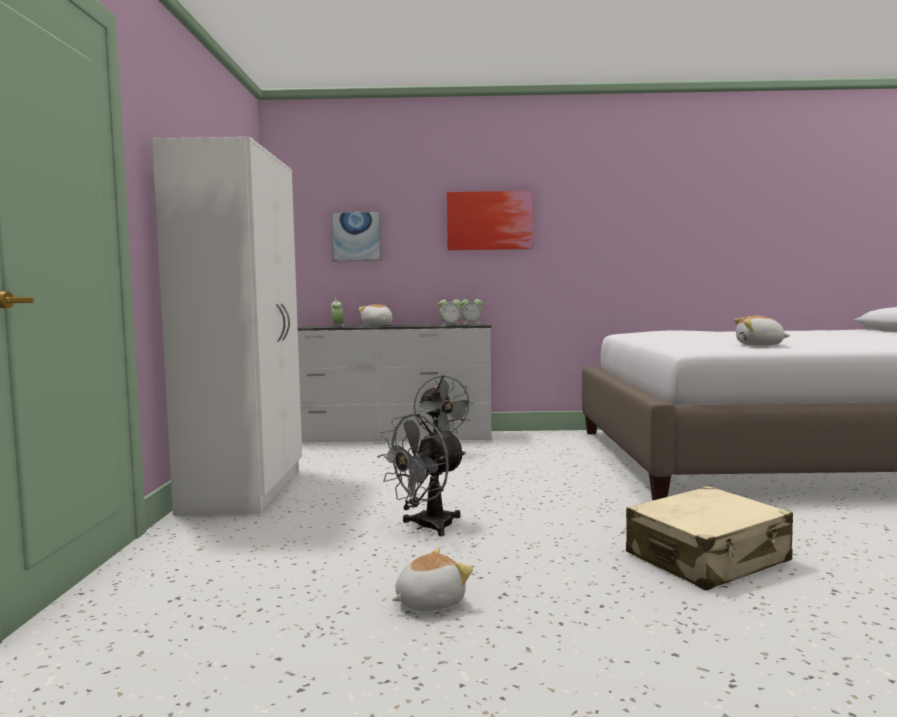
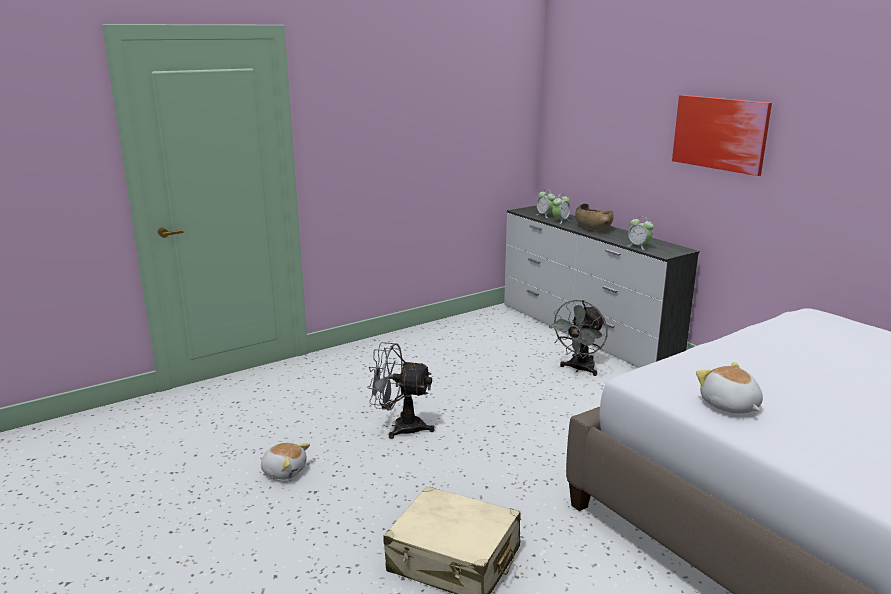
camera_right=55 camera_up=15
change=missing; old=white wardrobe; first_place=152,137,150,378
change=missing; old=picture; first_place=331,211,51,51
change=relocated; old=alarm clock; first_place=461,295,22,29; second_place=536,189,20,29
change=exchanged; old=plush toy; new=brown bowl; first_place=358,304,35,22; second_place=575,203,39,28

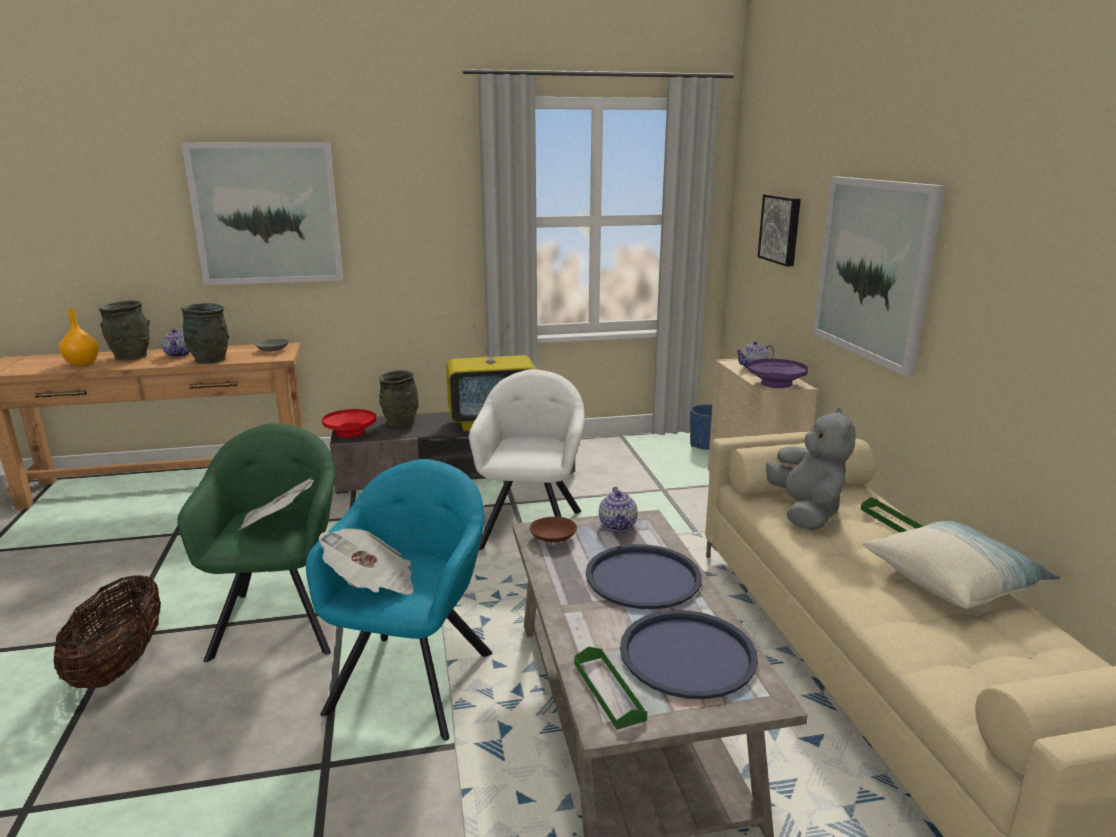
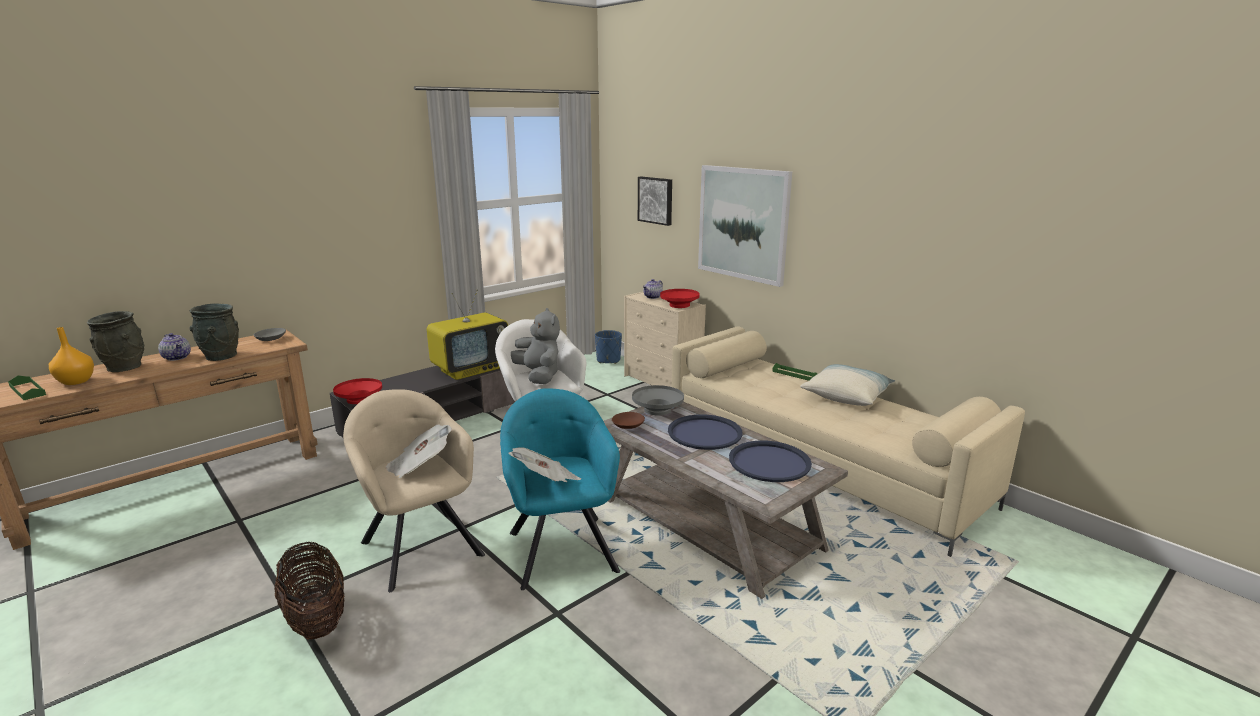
camera_right=-30 camera_up=0
change=missing; old=picture; first_place=181,142,162,143
change=colour; old=purple bowl; new=red bowl; first_place=748,359,60,29; second_place=660,289,40,19
change=missing; old=grey vase; first_place=379,370,40,57
change=relocated; old=grey plush toy; first_place=766,408,90,123; second_place=511,308,49,76
change=colour; old=green armchair; new=beige armchair; first_place=178,423,157,239; second_place=343,389,142,203
change=exchanged; old=teapot; new=grey bowl; first_place=599,487,39,44; second_place=632,385,52,31
change=relocated; old=green tray; first_place=574,647,73,83; second_place=8,376,38,24

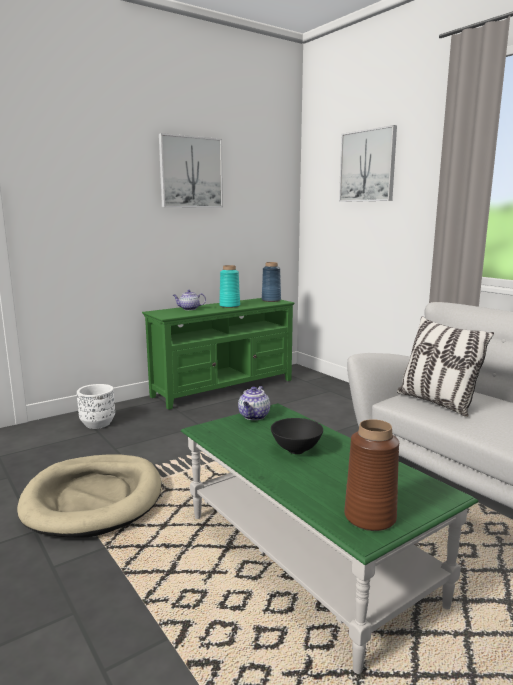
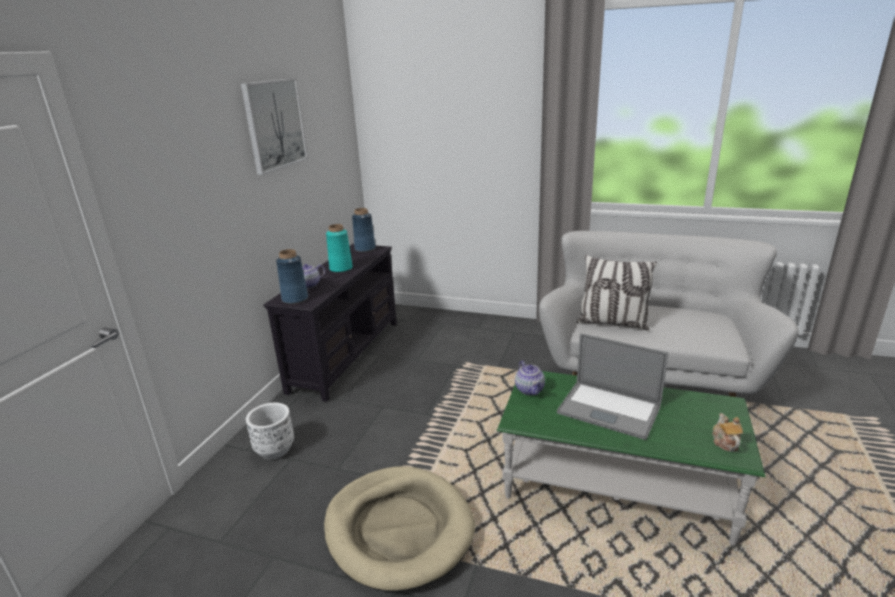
camera_right=-35 camera_up=10
change=missing; old=picture; first_place=339,125,58,77
change=colour; old=green tv stand; new=black tv stand; first_place=142,298,153,112; second_place=264,244,133,158
change=exchanged; old=black bowl; new=laptop; first_place=271,418,52,36; second_place=557,333,111,107
change=exchanged; old=brown vase; new=teapot; first_place=344,419,55,112; second_place=712,413,31,39
change=appeared; new=blue vase; second_place=276,249,32,55

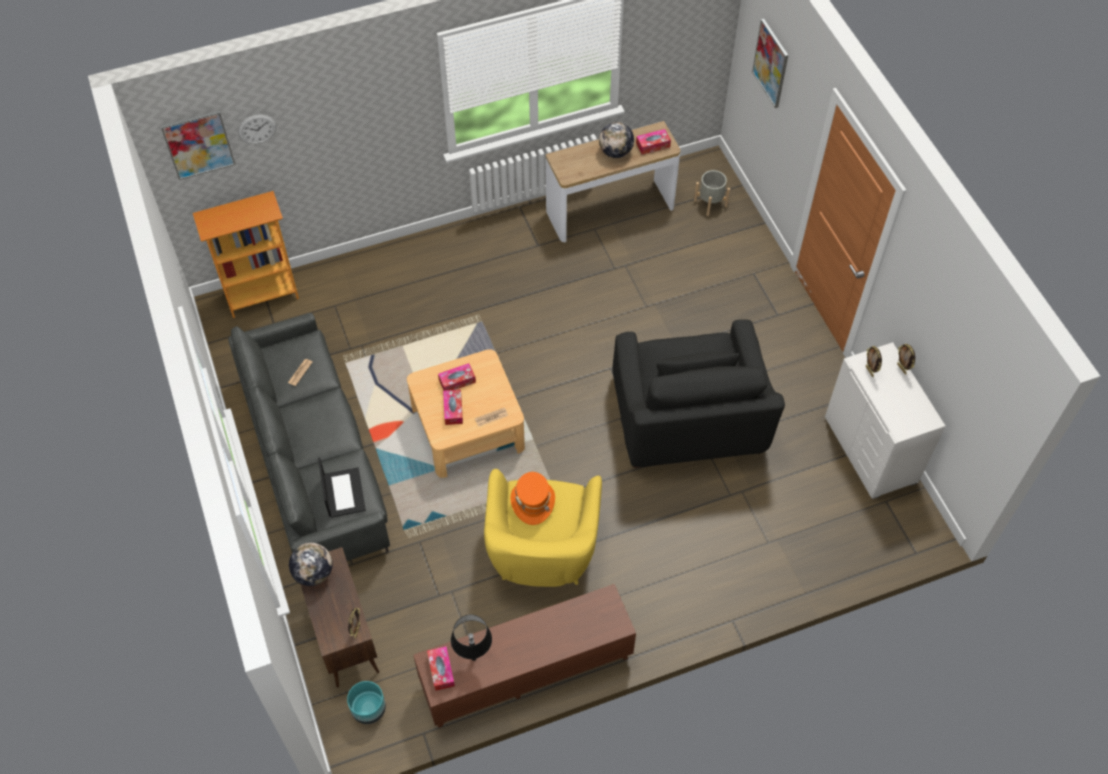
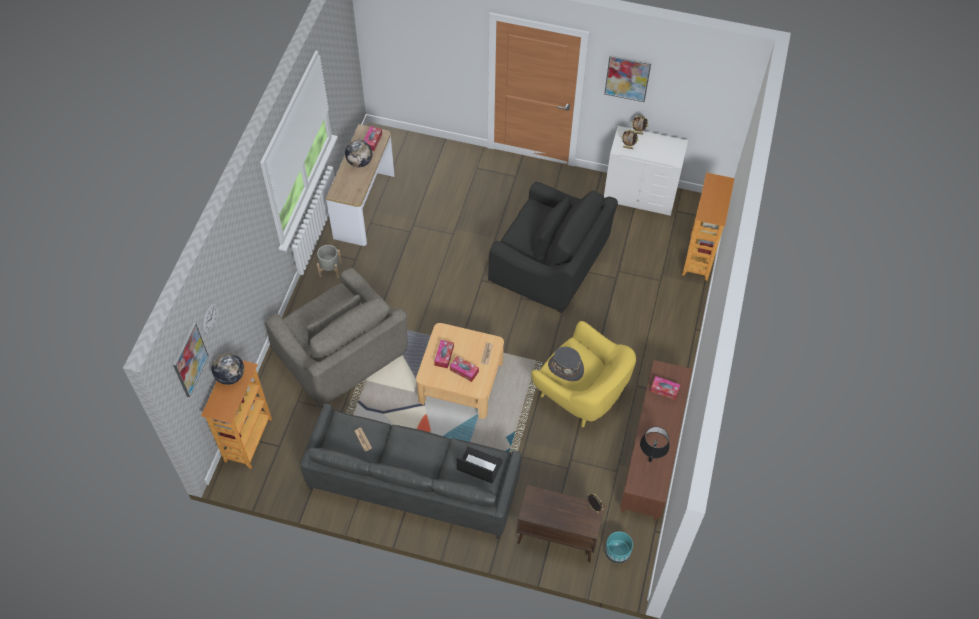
camera_right=-55 camera_up=0
change=relocated; old=picture; first_place=752,19,36,89; second_place=604,55,47,47
change=relocated; old=grey planter; first_place=694,170,36,46; second_place=317,245,25,33
change=colour; old=orange hat; new=grey hat; first_place=510,472,45,53; second_place=548,347,36,35
change=relocated; old=globe; first_place=289,543,44,43; second_place=212,353,32,32
change=relocated; old=tissue box; first_place=427,646,28,45; second_place=650,376,30,24
change=appeared; new=bookcase; second_place=682,172,53,109
change=appeared; new=grey armchair; second_place=265,268,143,139

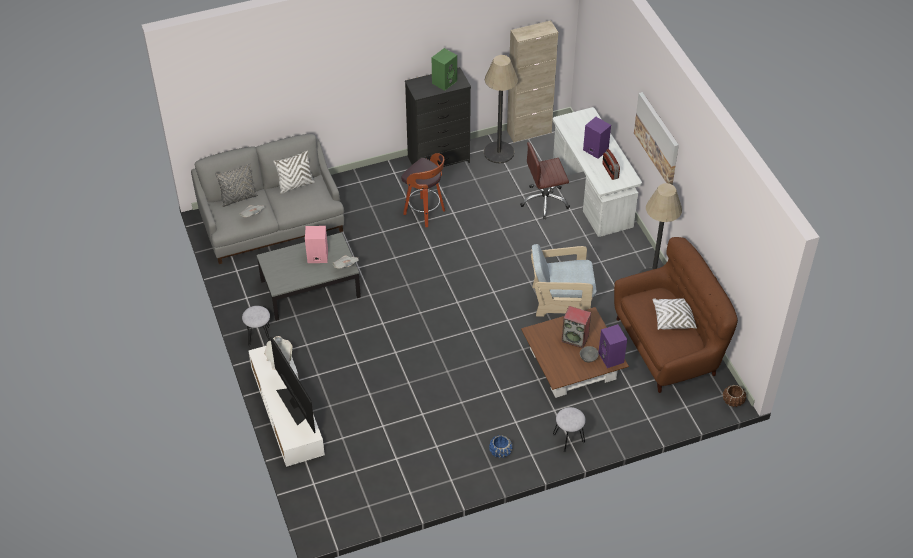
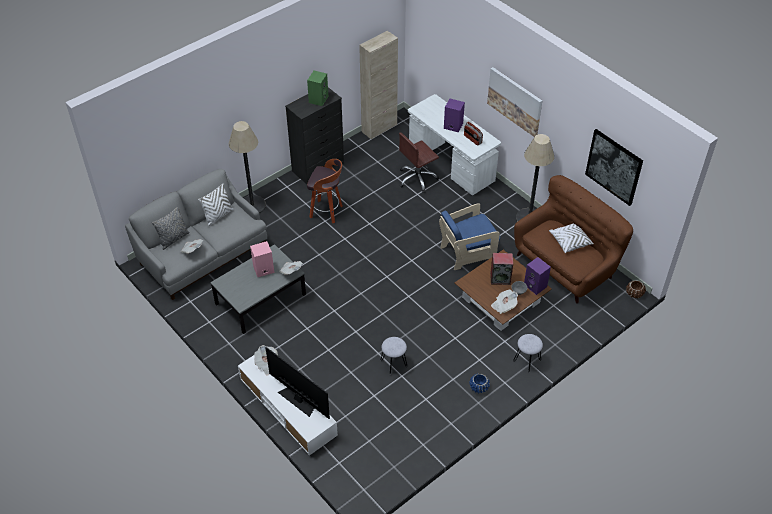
camera_right=-20 camera_up=0
change=relocated; old=floor lamp; first_place=484,55,34,108; second_place=229,121,37,93
change=colour; old=beige armchair; new=blue armchair; first_place=531,244,66,73; second_place=439,203,61,67
change=relocated; old=grey stool; first_place=242,306,28,41; second_place=381,337,26,38
change=appeared; new=picture; second_place=585,129,58,77
change=appeared; new=newspaper; second_place=491,289,27,25

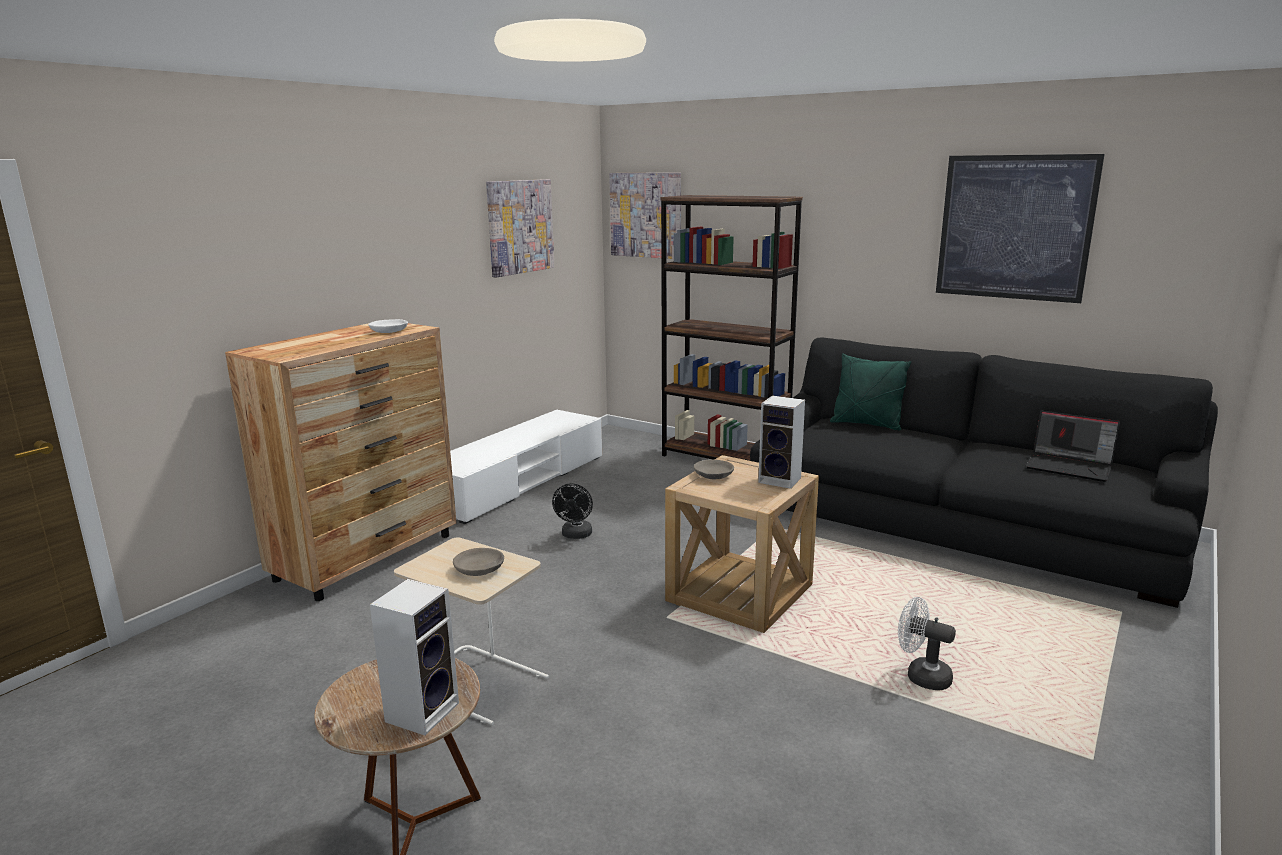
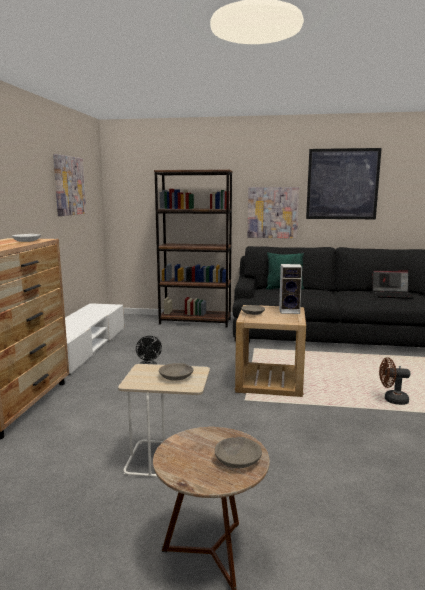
camera_right=-25 camera_up=-5
change=relocated; old=picture; first_place=609,173,72,86; second_place=248,187,51,51
change=exchanged; old=speaker; new=grey bowl; first_place=370,579,89,157; second_place=215,437,47,31
change=colour; old=white fan; new=brown fan; first_place=898,597,58,93; second_place=379,357,31,48

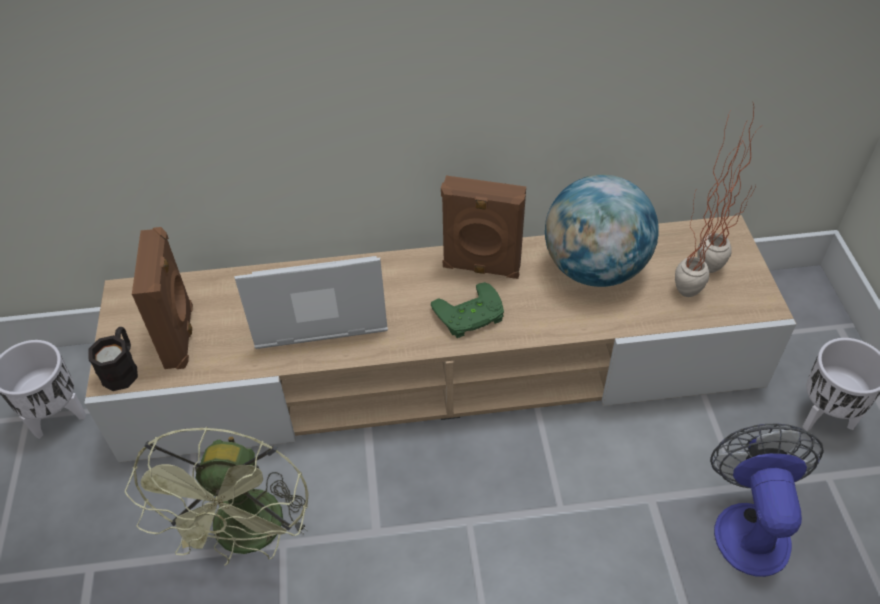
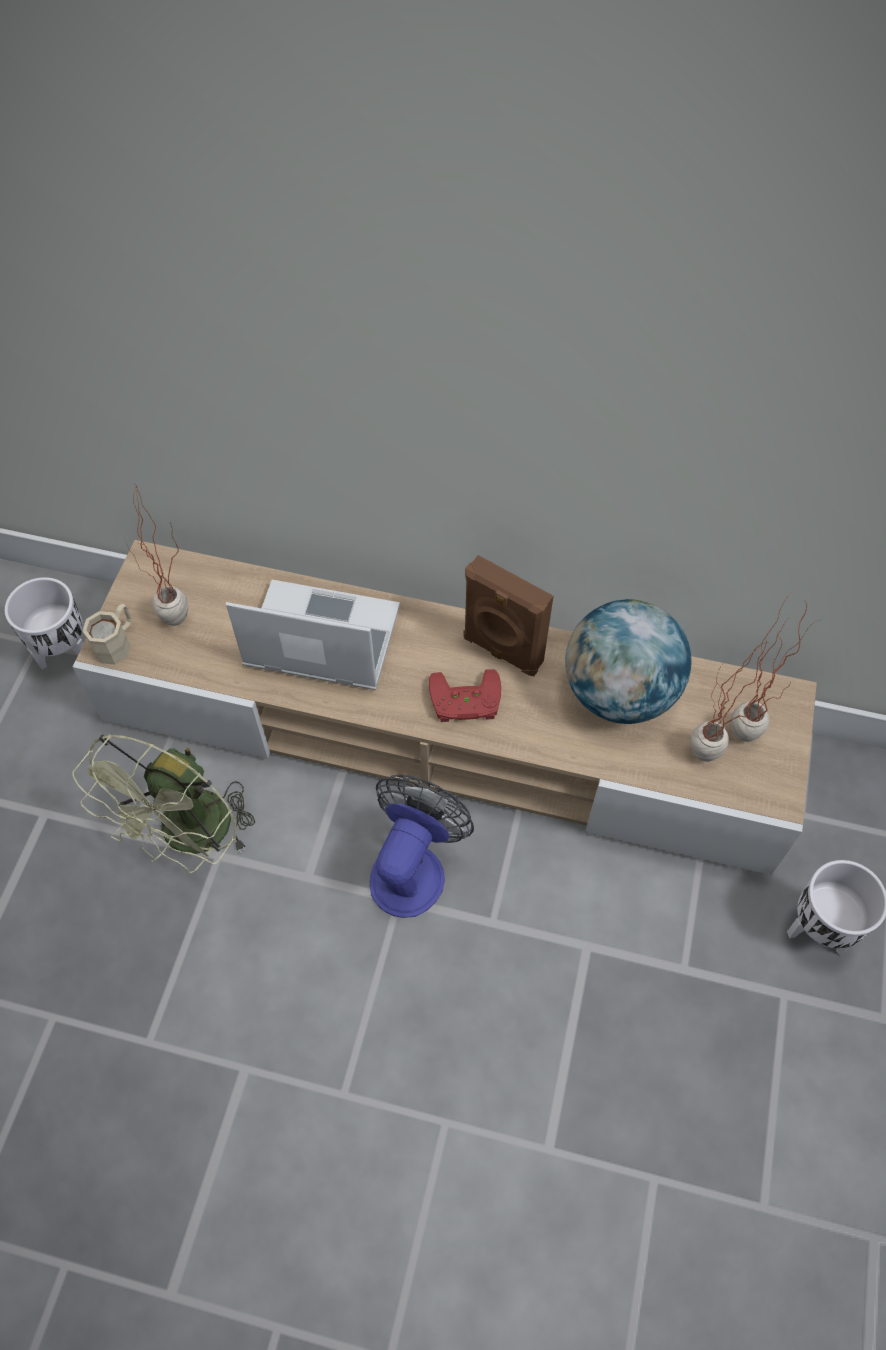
camera_right=20 camera_up=10
change=exchanged; old=brown speaker; new=potted plant; first_place=132,227,61,142; second_place=124,484,64,142
change=colour; old=green game controller; new=red game controller; first_place=431,282,73,56; second_place=429,669,72,53
change=colour; old=black mug; new=beige mug; first_place=88,327,50,64; second_place=82,604,49,61
change=relocated; old=fan; first_place=710,424,114,153; second_place=370,774,104,144

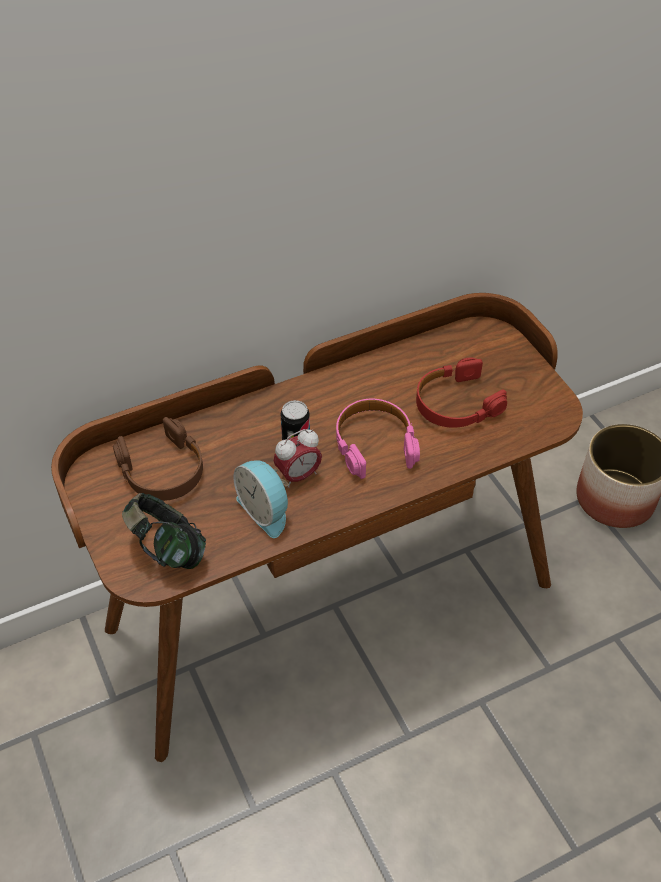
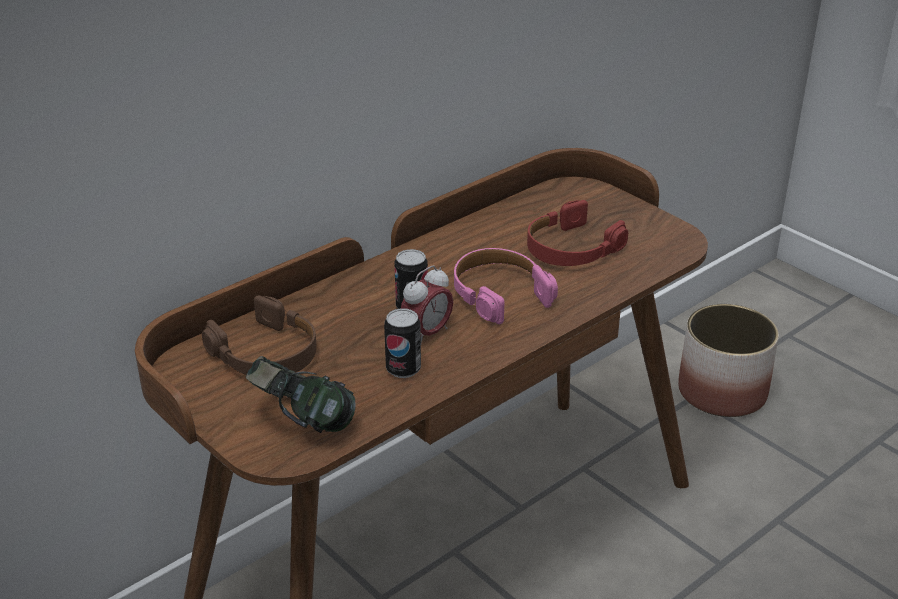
camera_right=-15 camera_up=-15
change=exchanged; old=alarm clock; new=can; first_place=233,461,56,77; second_place=384,308,37,70

